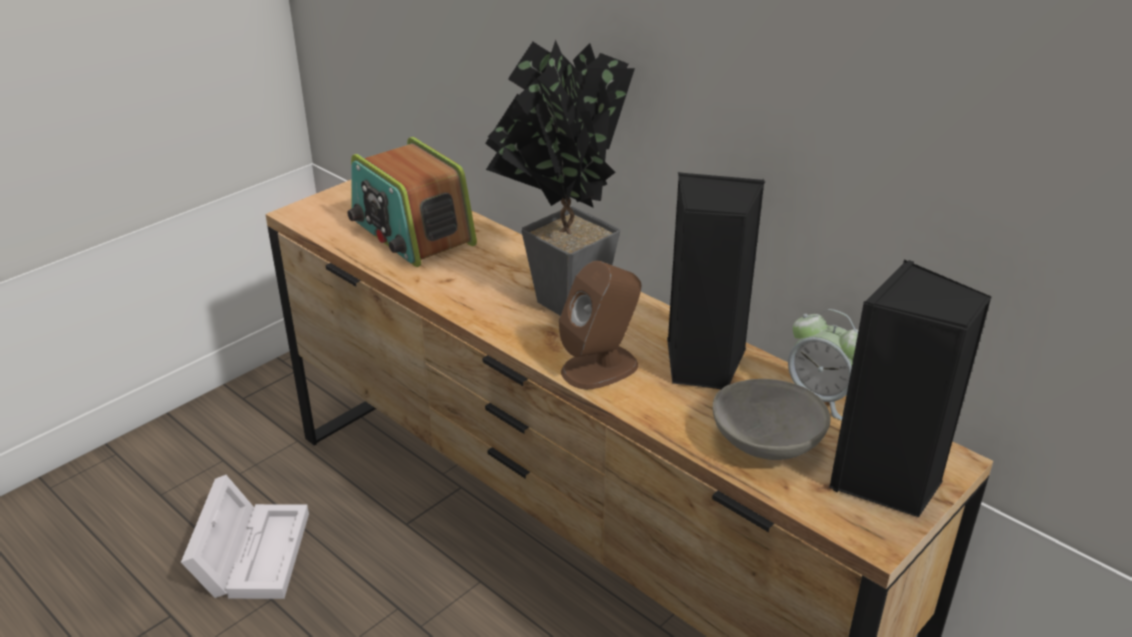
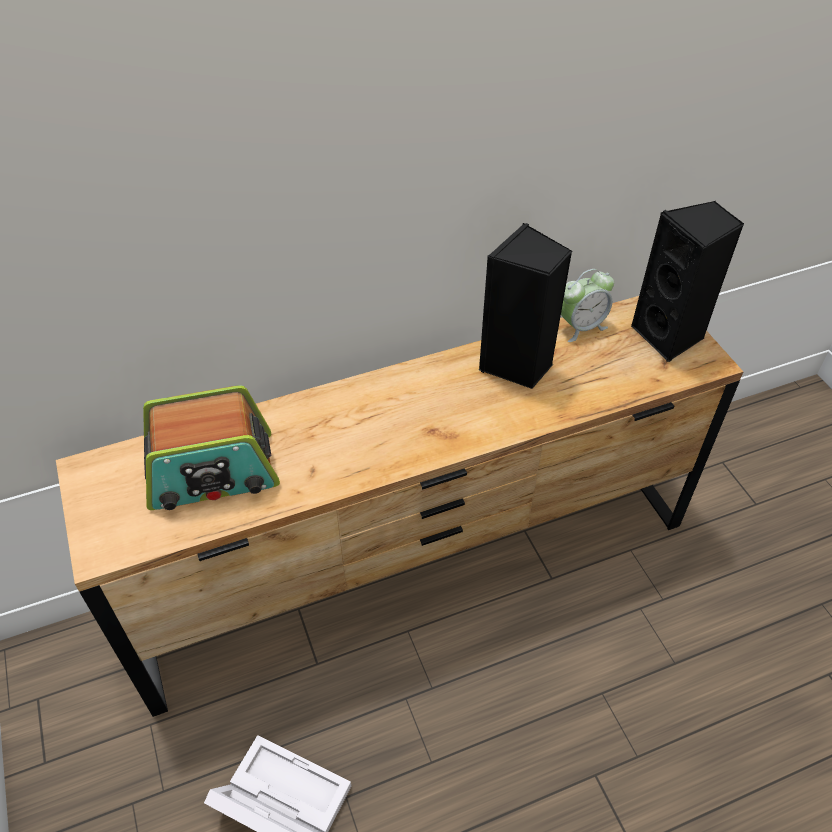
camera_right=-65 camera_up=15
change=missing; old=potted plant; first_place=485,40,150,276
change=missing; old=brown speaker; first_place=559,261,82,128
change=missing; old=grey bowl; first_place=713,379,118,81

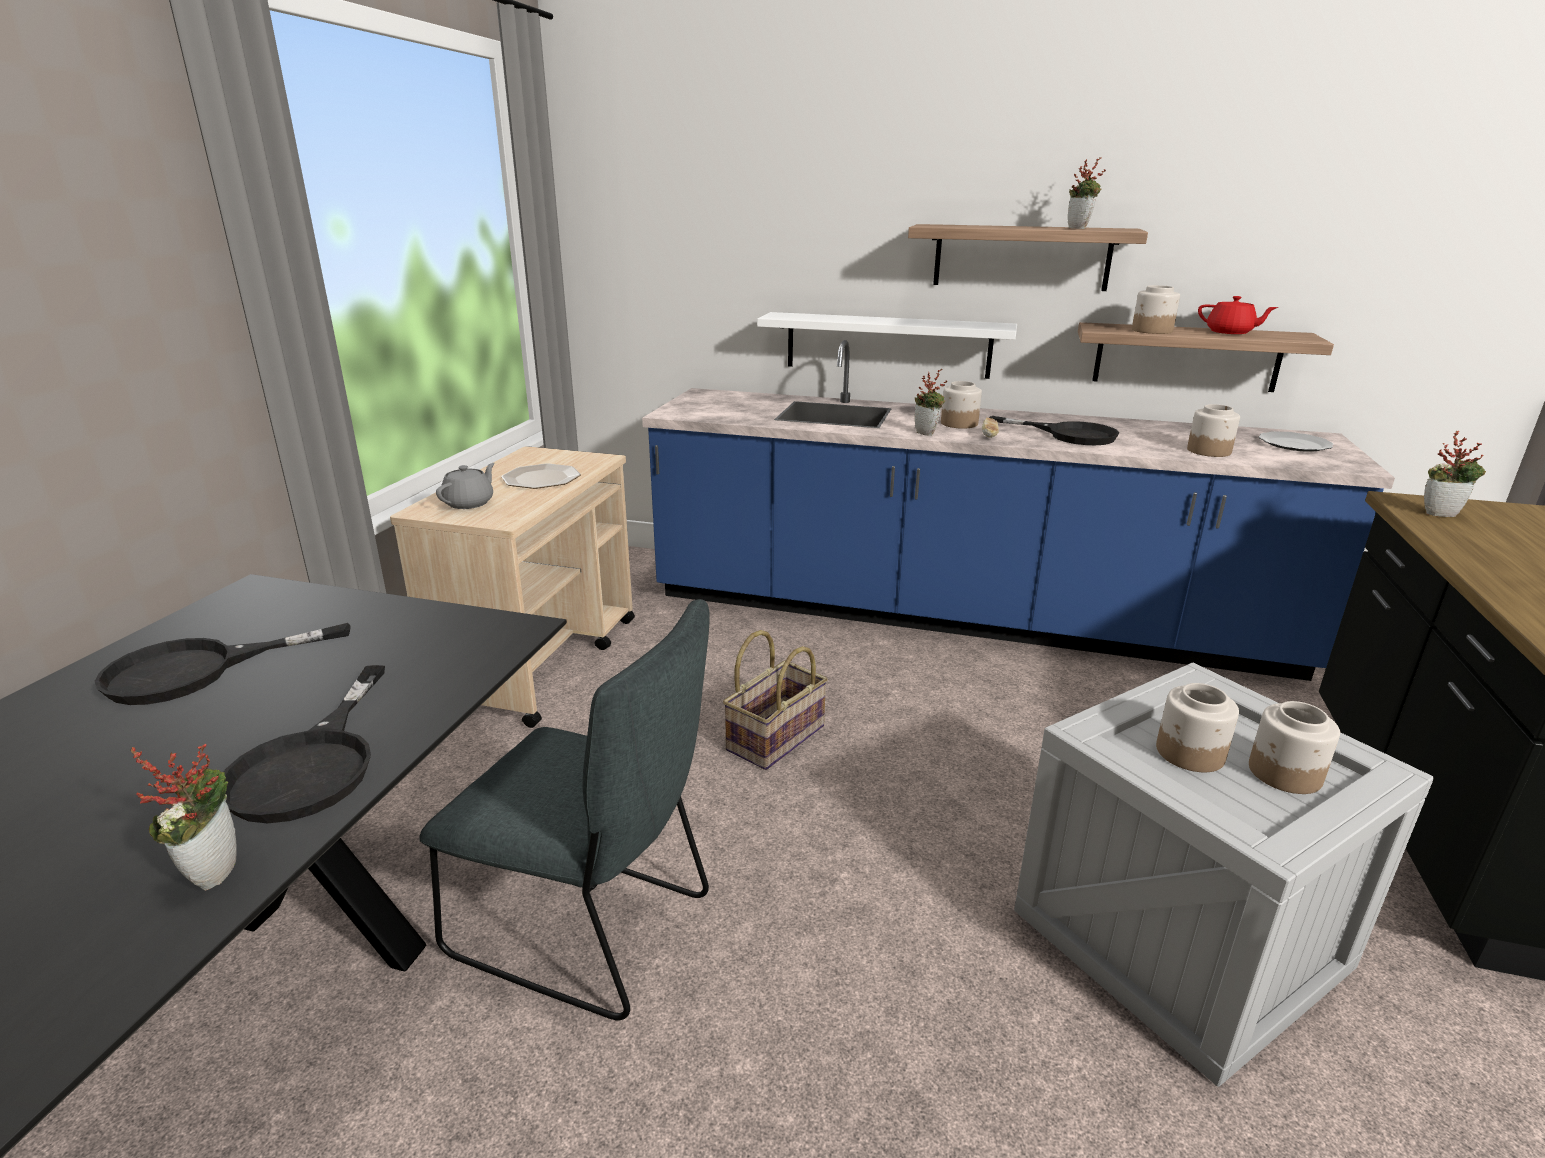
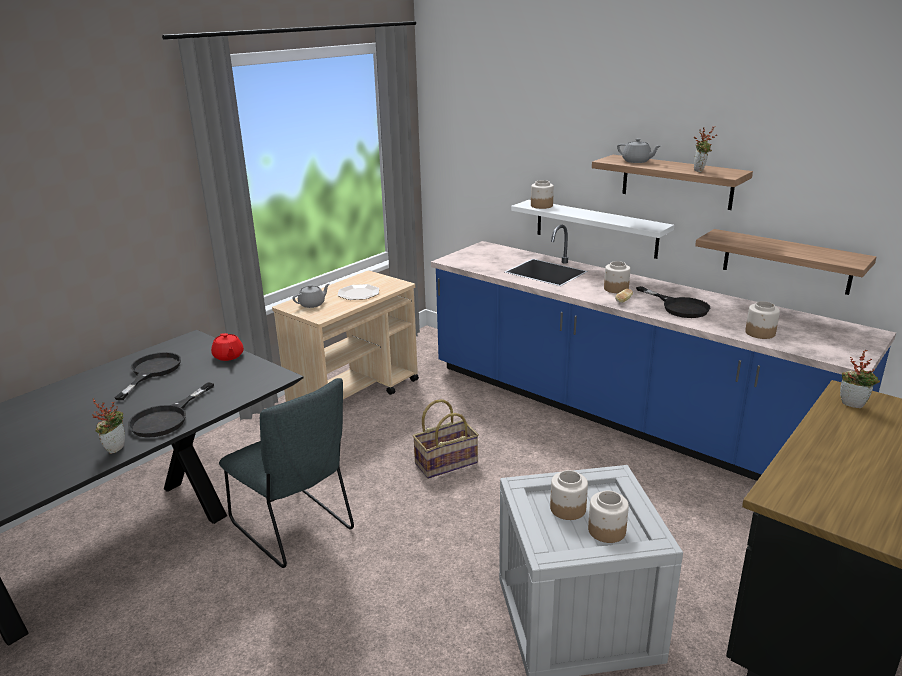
camera_right=25 camera_up=0
change=relocated; old=jar; first_place=1132,285,48,49; second_place=531,180,23,29
change=relocated; old=red teapot; first_place=1198,296,80,38; second_place=211,333,33,28
change=missing; old=potted plant; first_place=915,369,32,67
change=missing; old=plate; first_place=1259,431,75,21
change=spun; old=black frying pan; first_place=95,623,256,82; second_place=114,352,67,48; degrees=105
change=appeared; new=grey teapot; second_place=617,138,43,25

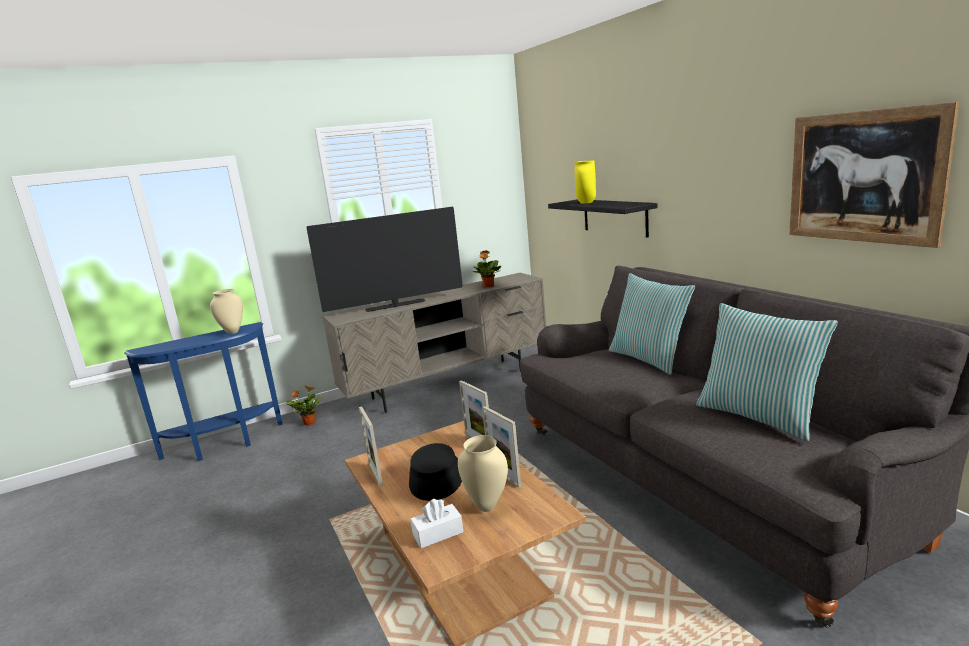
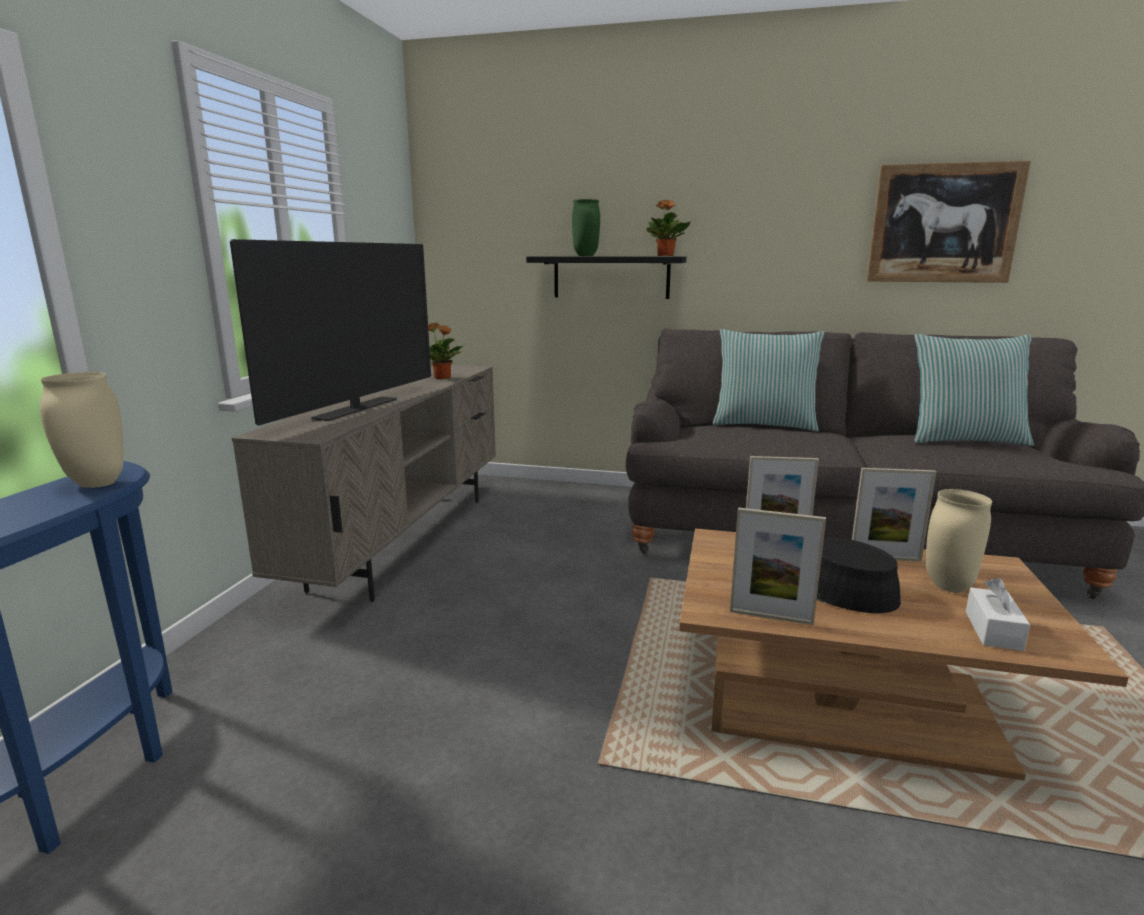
camera_right=-50 camera_up=0
change=colour; old=yellow vase; new=green vase; first_place=574,160,22,44; second_place=572,199,28,57
change=relocated; old=potted plant; first_place=286,385,37,40; second_place=647,200,44,56

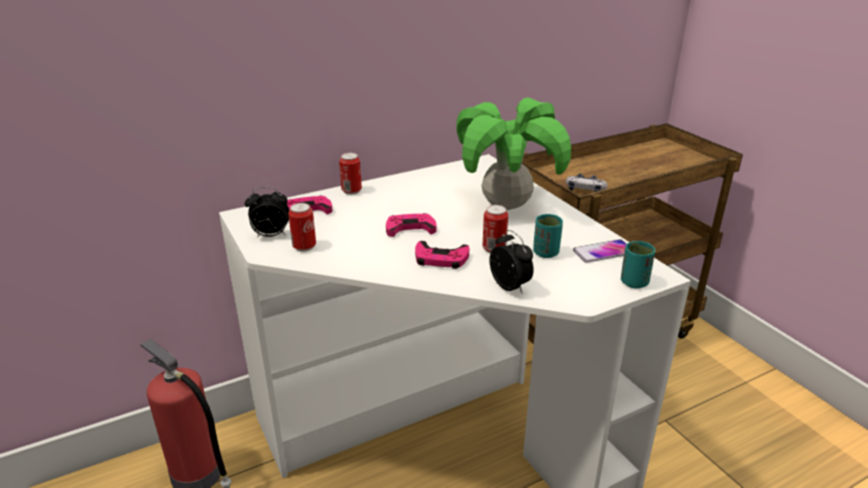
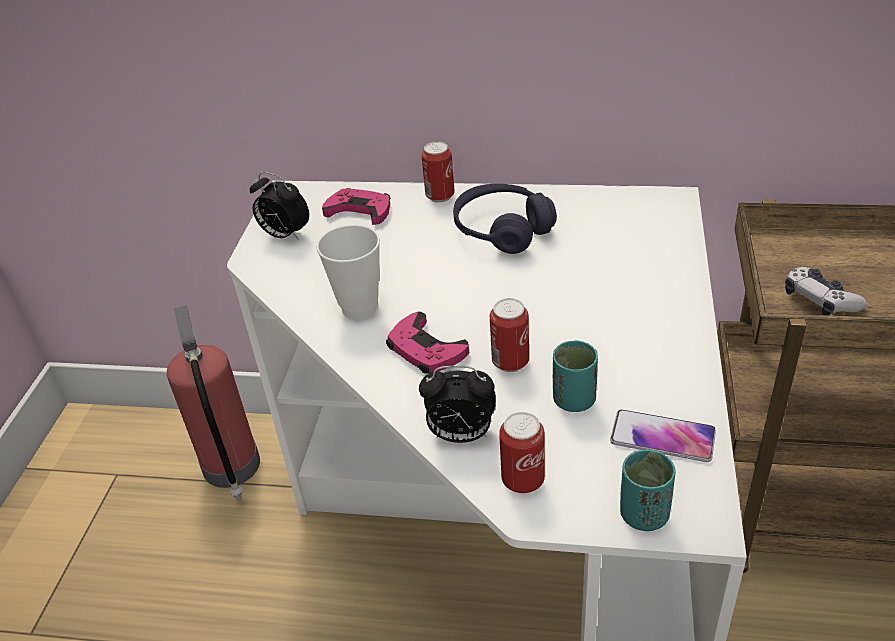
camera_right=40 camera_up=10
change=missing; old=potted plant; first_place=456,97,115,113
change=relocated; old=can; first_place=288,203,28,49; second_place=499,412,46,82
change=missing; old=pink game controller; first_place=386,213,51,24
change=spun; old=alarm clock; first_place=489,230,45,63; second_place=419,365,77,78; degrees=90
change=appeared; new=purple headphones; second_place=453,184,104,70
change=appeared; new=cup; second_place=316,225,64,95

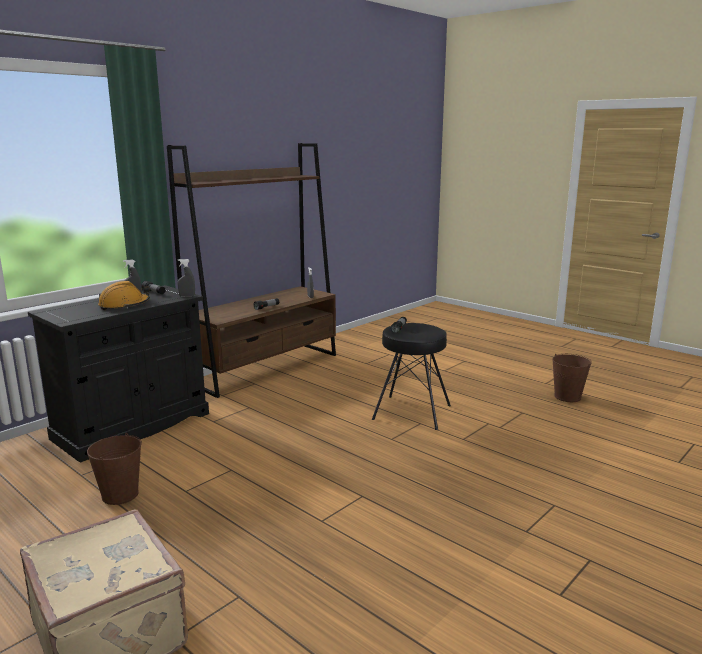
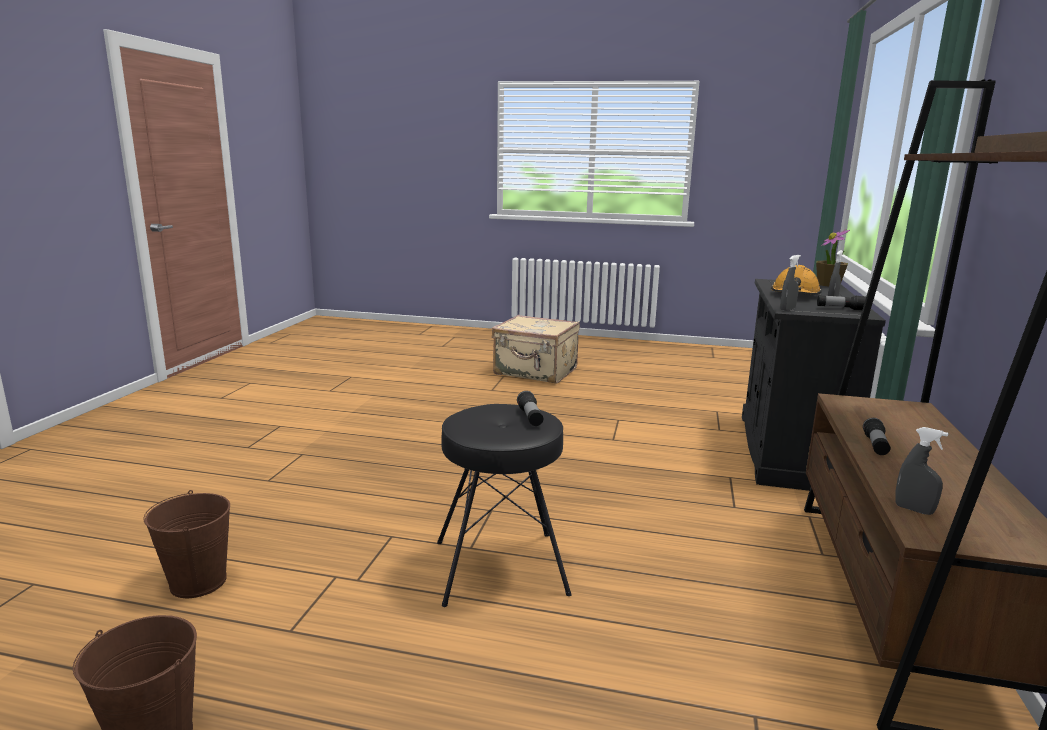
camera_right=150 camera_up=0
change=relocated; old=brown bucket; first_place=87,433,55,72; second_place=143,490,87,108
change=appeared; new=potted plant; second_place=816,229,34,57

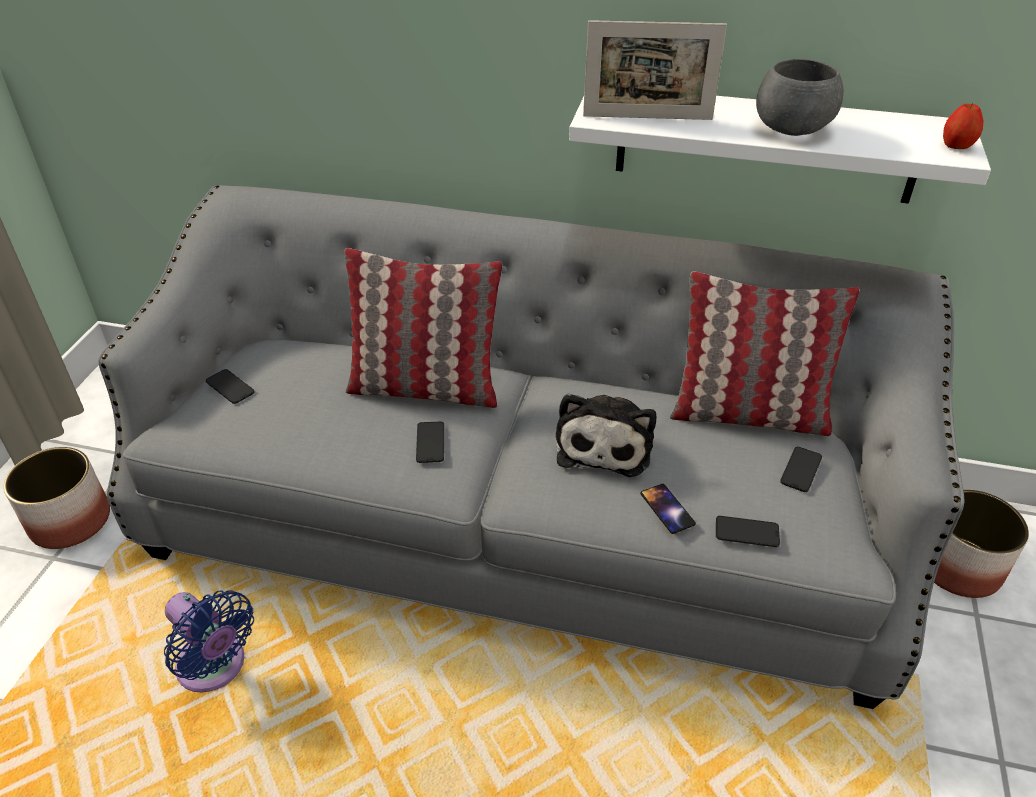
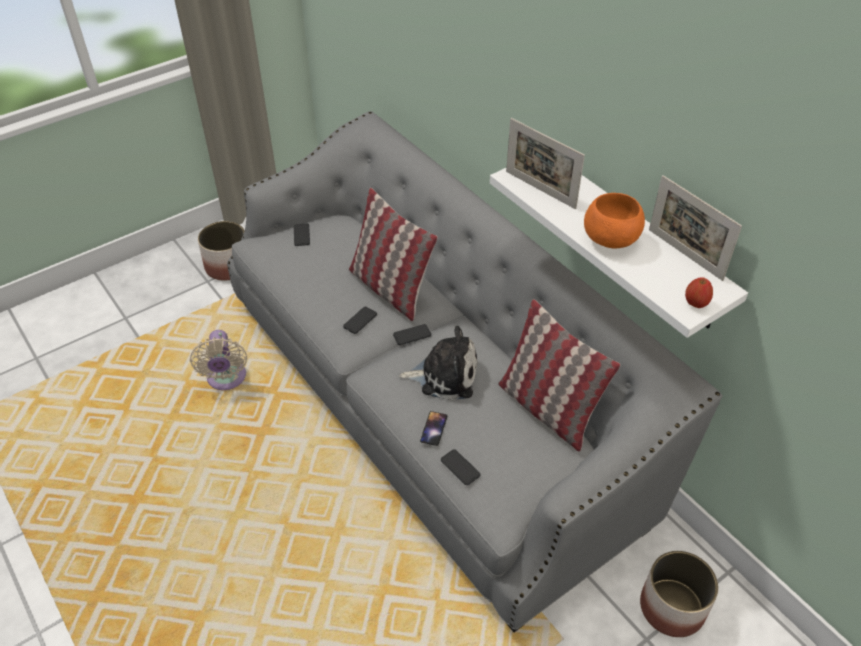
camera_right=40 camera_up=5
change=colour; old=grey bowl; new=orange bowl; first_place=756,59,88,77; second_place=584,193,61,56
change=spun; old=plush toy; first_place=556,393,100,84; second_place=399,326,78,74; degrees=-135
change=relocated; old=phone; first_place=780,447,42,45; second_place=393,324,38,21
change=colour; old=blue fan; new=beige fan; first_place=164,590,90,103; second_place=190,330,57,60
change=appeared; new=picture frame; second_place=649,175,93,106

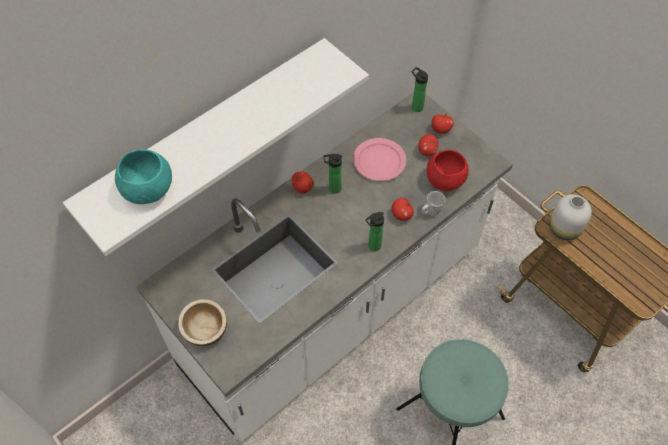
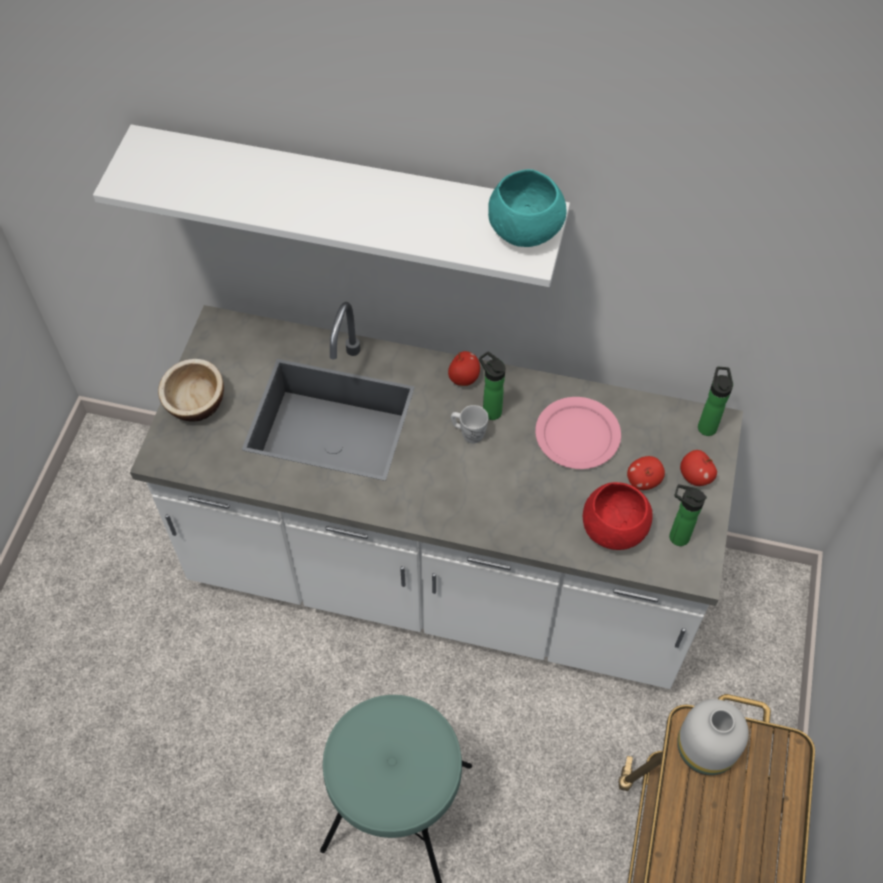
camera_right=55 camera_up=0
change=relocated; old=turquoise bowl; first_place=115,149,57,55; second_place=488,169,78,78
change=relocated; old=white mug; first_place=422,191,23,25; second_place=451,405,37,38
change=missing; old=apple; first_place=391,198,23,23
change=relocated; old=bottle; first_place=365,212,19,39; second_place=669,484,38,62

